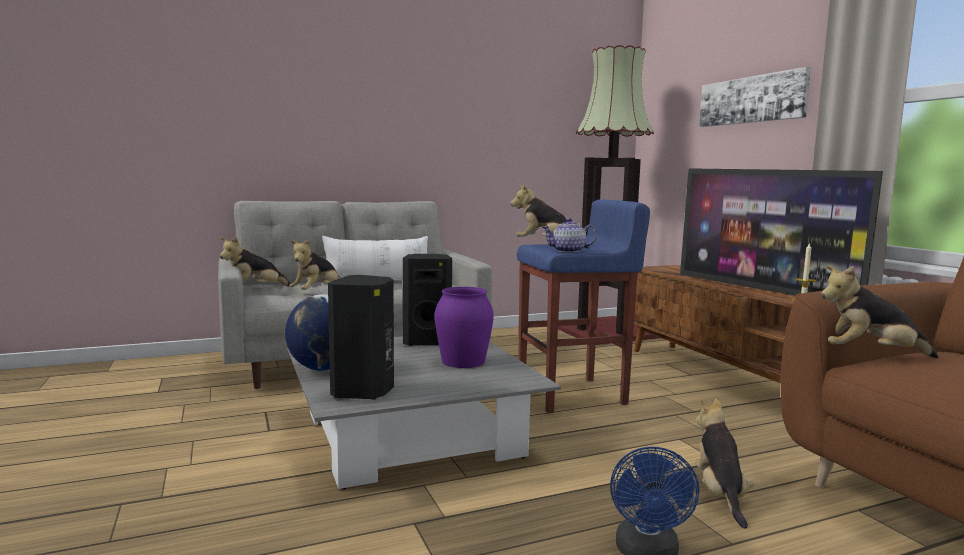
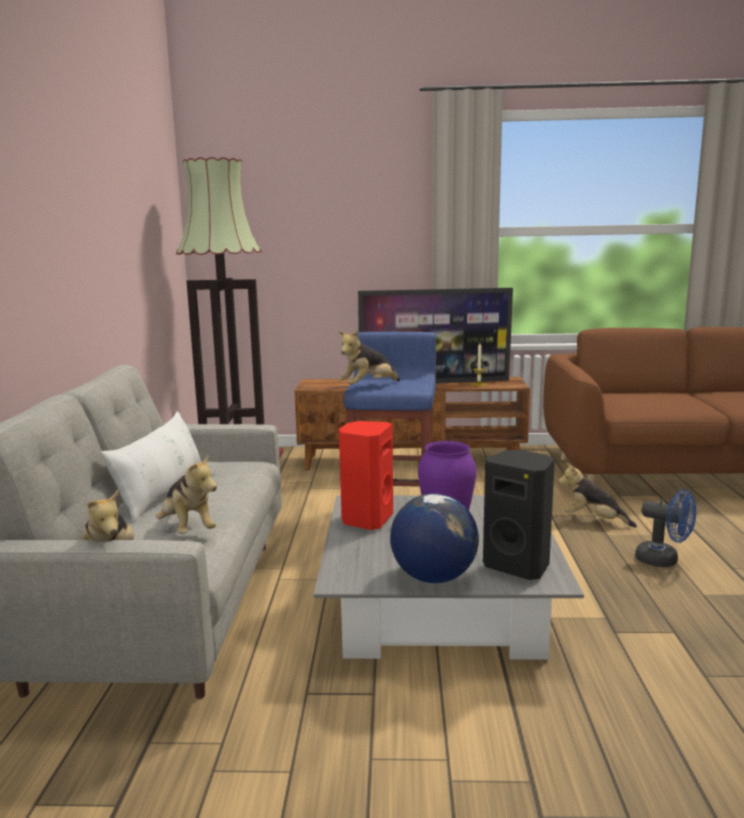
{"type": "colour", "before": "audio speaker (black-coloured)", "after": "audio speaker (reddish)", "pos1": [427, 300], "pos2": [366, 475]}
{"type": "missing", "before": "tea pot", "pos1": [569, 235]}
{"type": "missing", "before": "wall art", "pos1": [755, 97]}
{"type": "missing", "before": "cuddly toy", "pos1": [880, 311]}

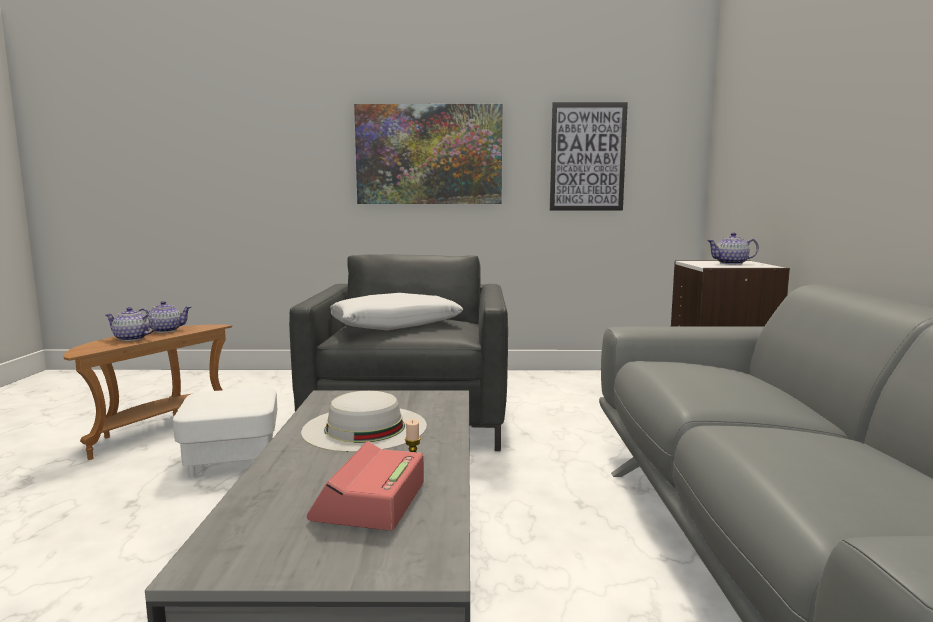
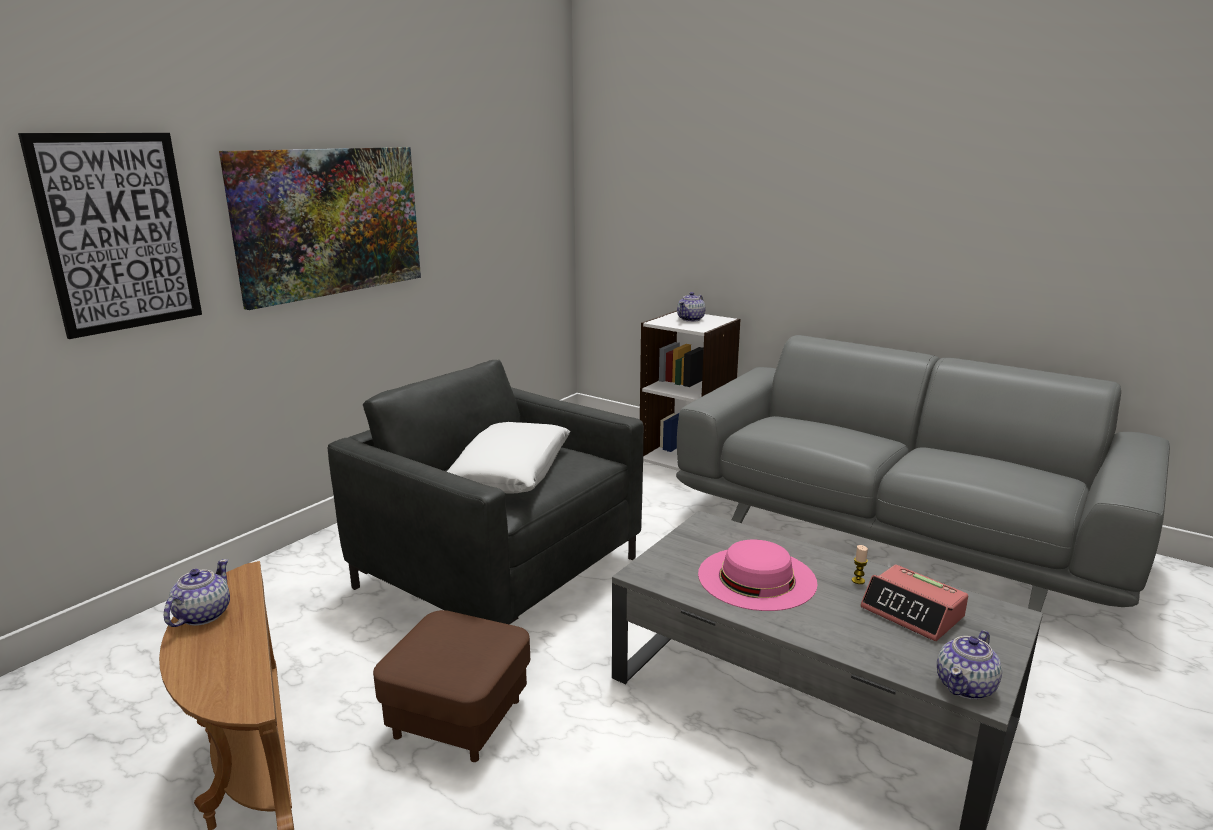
{"type": "relocated", "before": "tea pot", "pos1": [131, 324], "pos2": [969, 664]}
{"type": "colour", "before": "footrest (white)", "after": "footrest (brown)", "pos1": [225, 432], "pos2": [451, 686]}
{"type": "colour", "before": "wearable hat (white)", "after": "wearable hat (pink-coloured)", "pos1": [364, 421], "pos2": [758, 575]}
{"type": "relocated", "before": "wall art", "pos1": [589, 156], "pos2": [110, 236]}

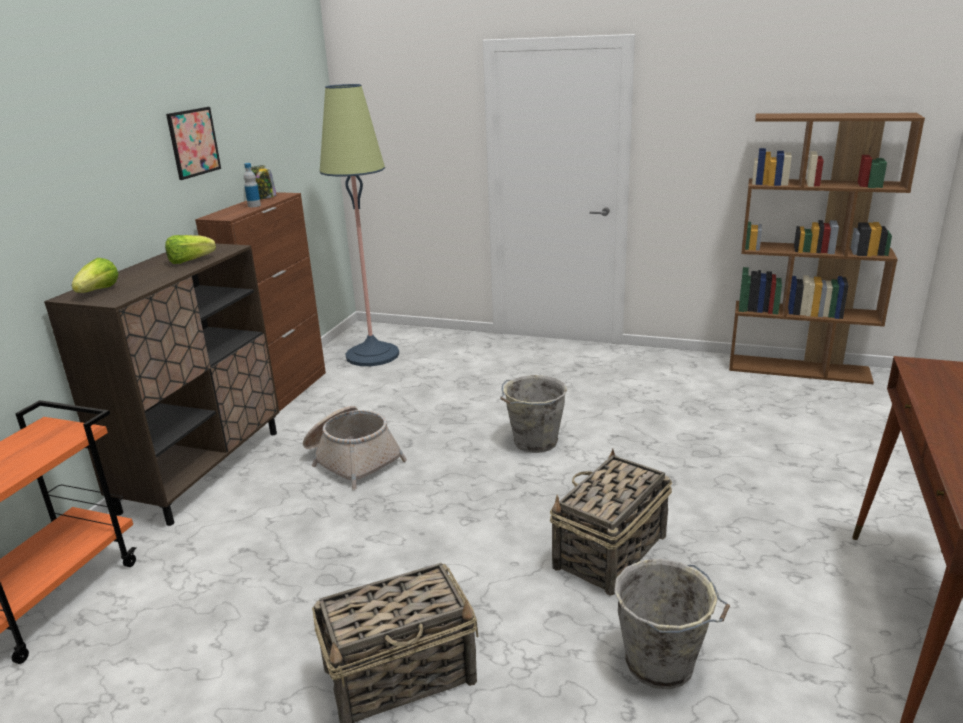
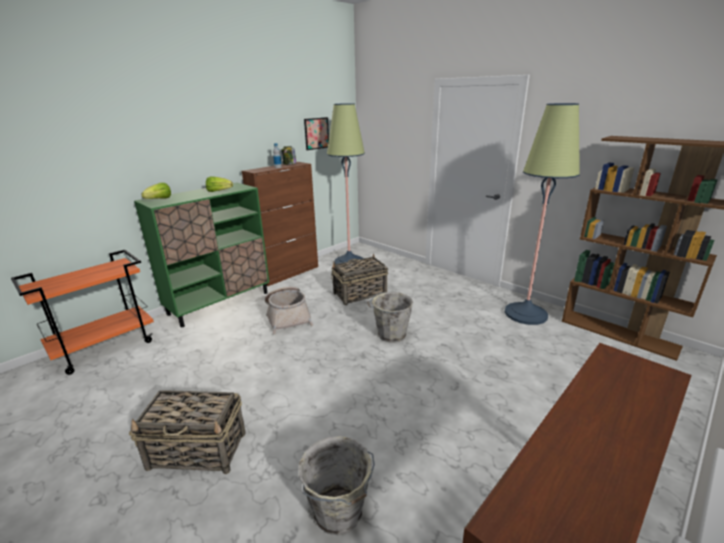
{"type": "colour", "before": "cupboard (brown)", "after": "cupboard (green)", "pos1": [161, 384], "pos2": [201, 255]}
{"type": "relocated", "before": "wall art", "pos1": [193, 143], "pos2": [316, 133]}
{"type": "relocated", "before": "basket", "pos1": [611, 522], "pos2": [359, 279]}
{"type": "appeared", "after": "floor lamp", "pos2": [542, 214]}

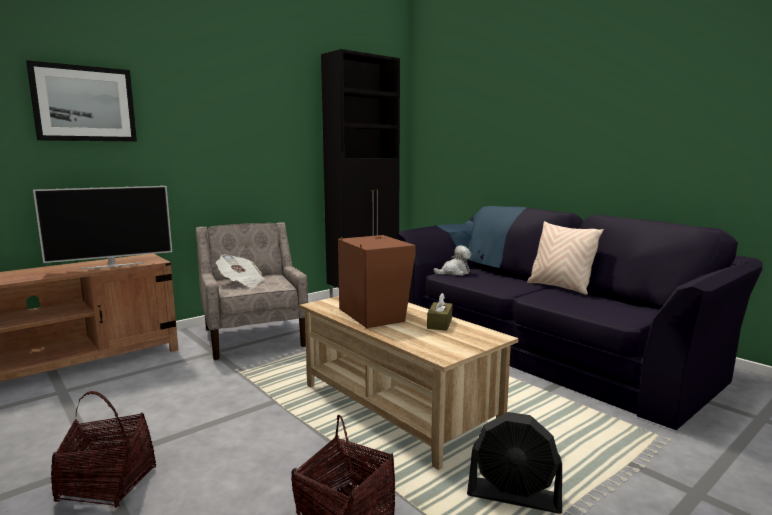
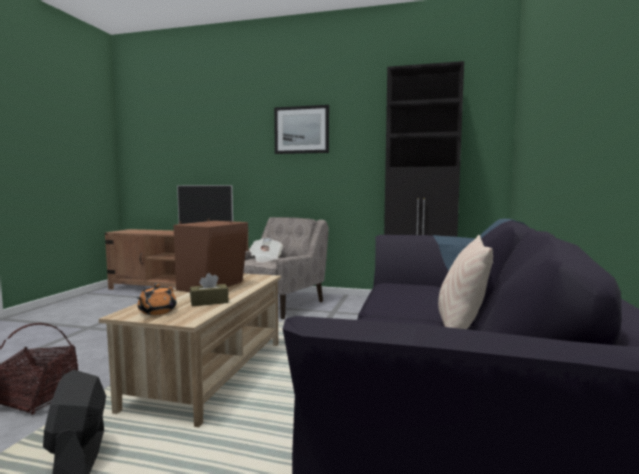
{"type": "relocated", "before": "wall art", "pos1": [81, 101], "pos2": [301, 129]}
{"type": "missing", "before": "basket", "pos1": [103, 449]}
{"type": "missing", "before": "cuddly toy", "pos1": [452, 260]}
{"type": "appeared", "after": "tea pot (orange-coloured)", "pos2": [157, 299]}

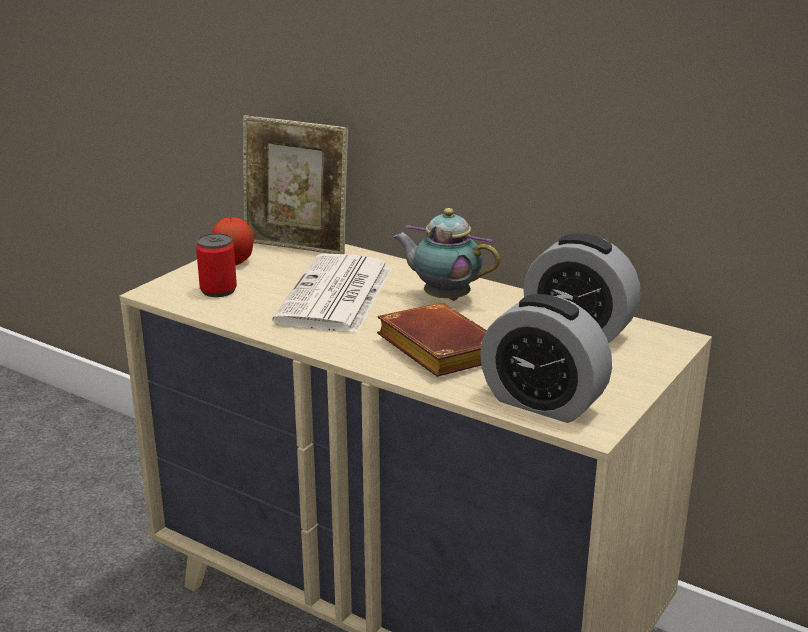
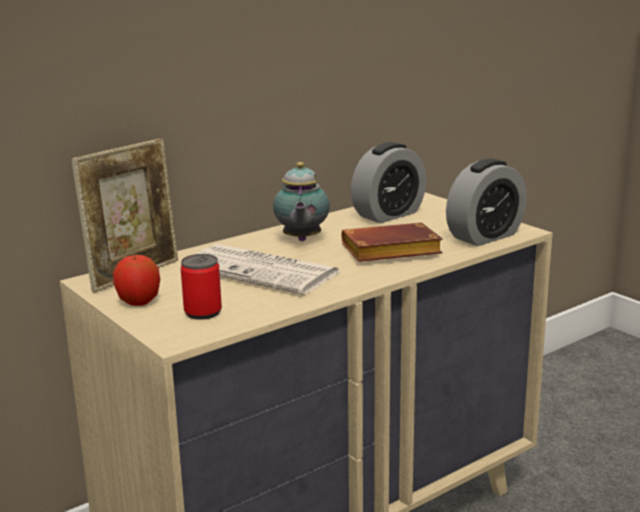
{"type": "spun", "before": "tea pot", "pos1": [447, 254], "pos2": [301, 201], "turn": -45}

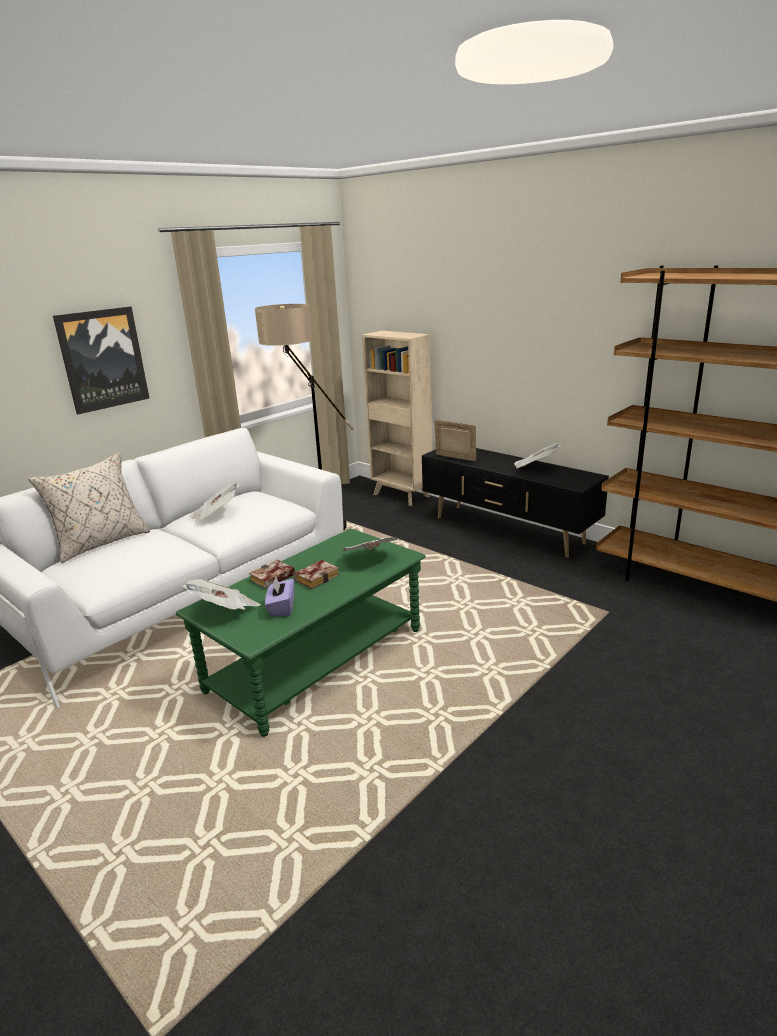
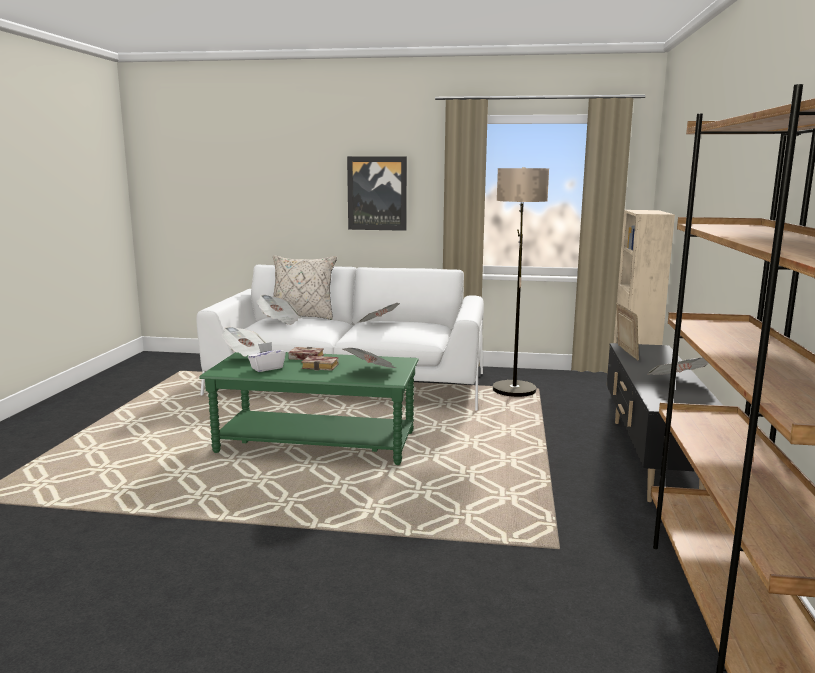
{"type": "colour", "before": "tissue holder (purple-coloured)", "after": "tissue holder (white)", "pos1": [280, 596], "pos2": [267, 357]}
{"type": "appeared", "after": "printed paper", "pos2": [279, 310]}

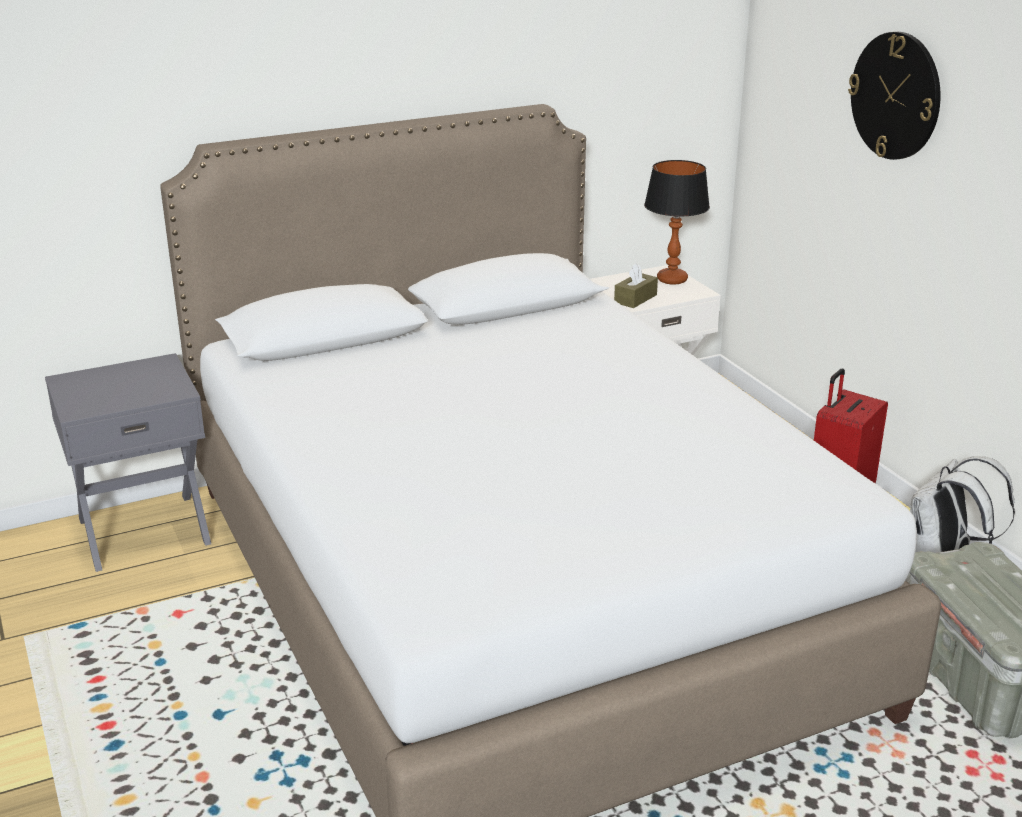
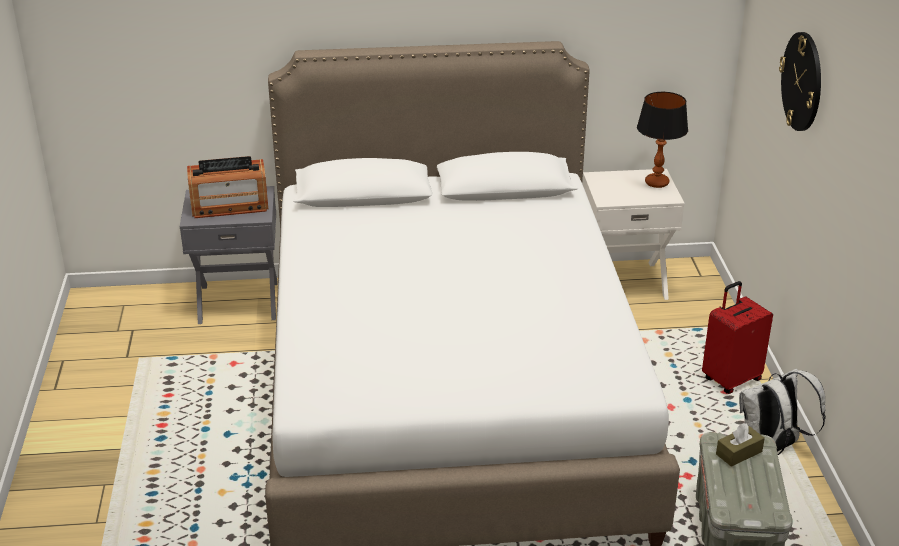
{"type": "relocated", "before": "tissue holder (brown)", "pos1": [636, 285], "pos2": [740, 445]}
{"type": "appeared", "after": "radio set", "pos2": [227, 187]}

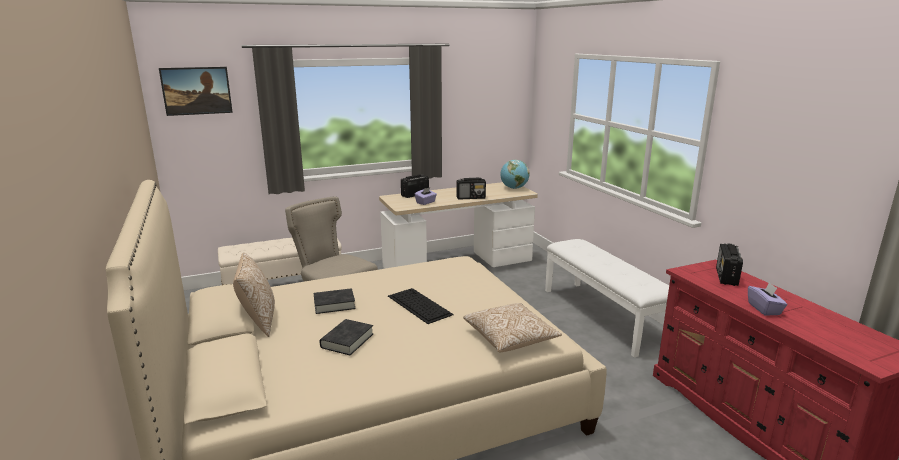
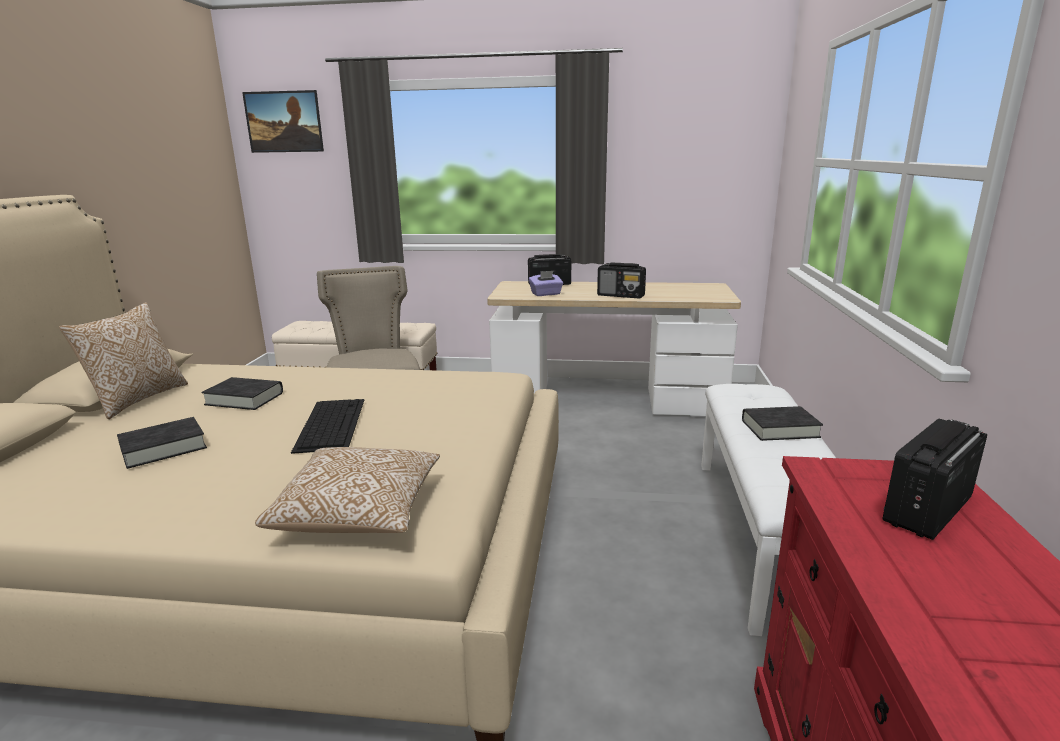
{"type": "missing", "before": "world globe", "pos1": [515, 174]}
{"type": "missing", "before": "tissue holder (purple-coloured)", "pos1": [767, 299]}
{"type": "appeared", "after": "bound book (black-coloured)", "pos2": [782, 423]}

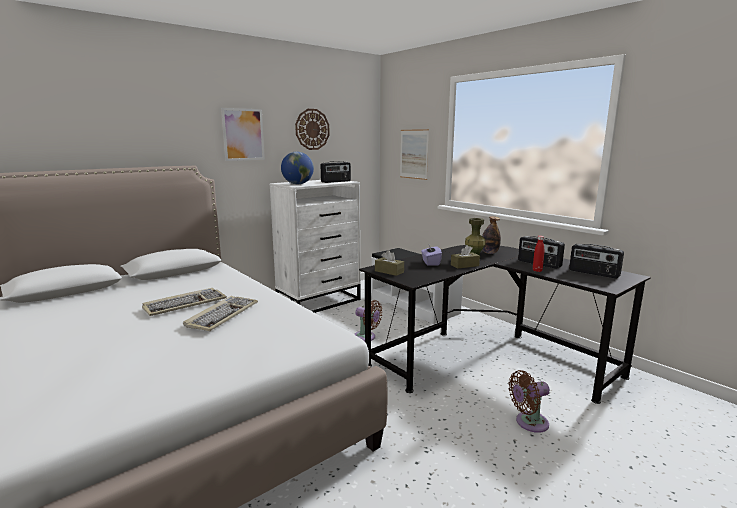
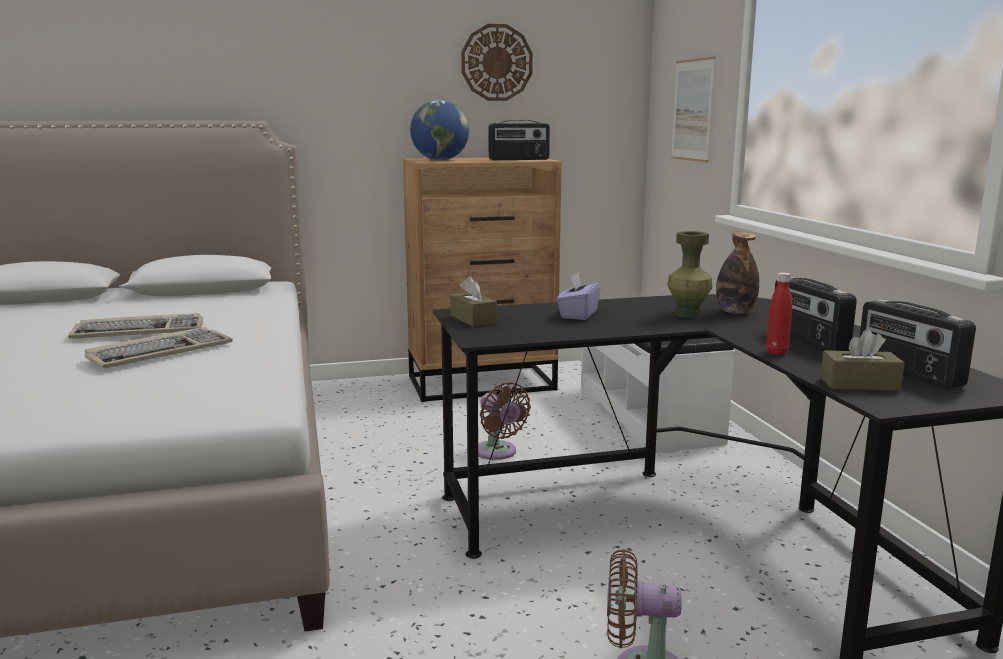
{"type": "missing", "before": "wall art", "pos1": [243, 134]}
{"type": "colour", "before": "dresser (white)", "after": "dresser (brown)", "pos1": [315, 246], "pos2": [482, 279]}
{"type": "relocated", "before": "tissue holder (brown)", "pos1": [465, 257], "pos2": [863, 360]}

